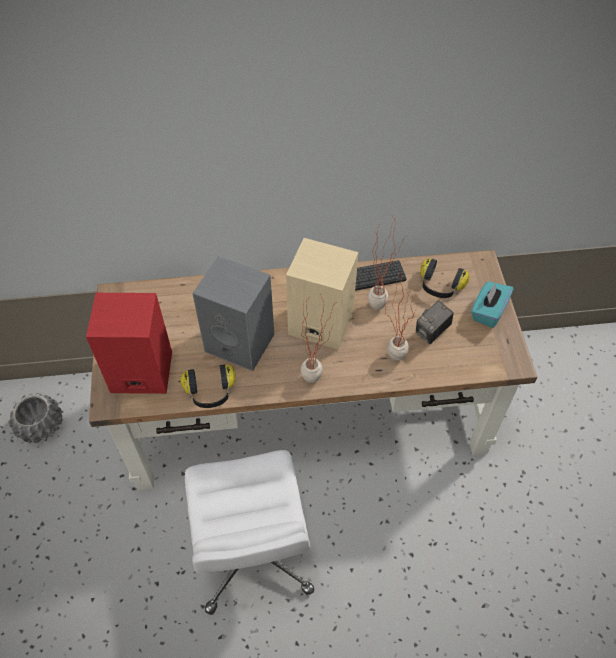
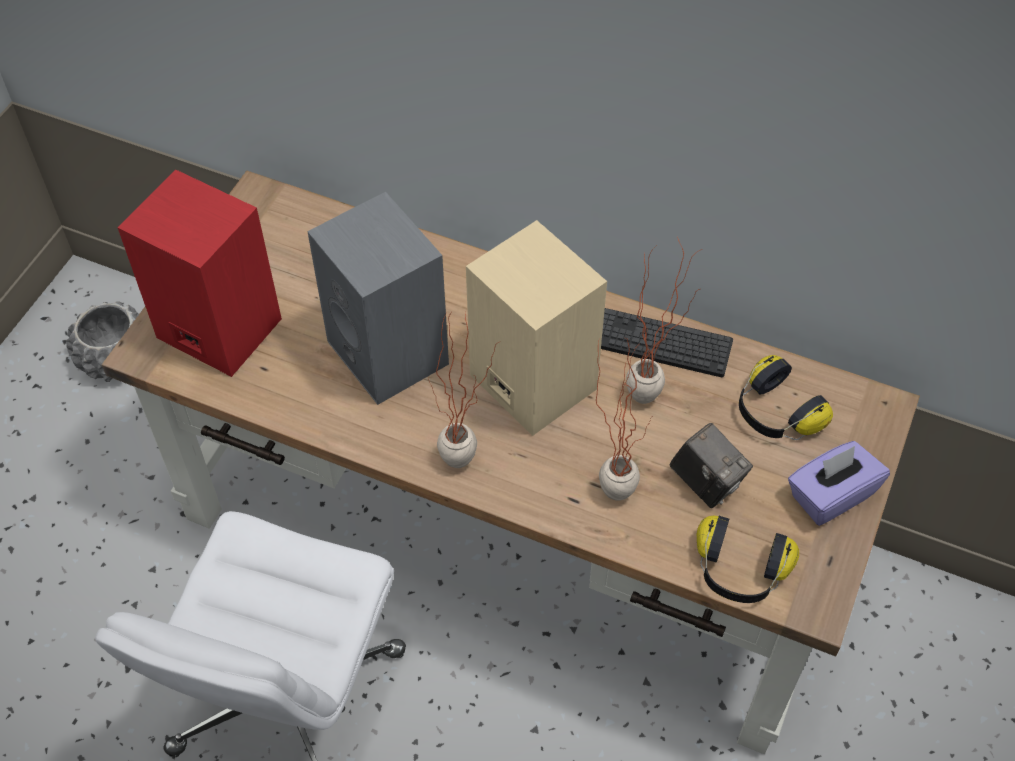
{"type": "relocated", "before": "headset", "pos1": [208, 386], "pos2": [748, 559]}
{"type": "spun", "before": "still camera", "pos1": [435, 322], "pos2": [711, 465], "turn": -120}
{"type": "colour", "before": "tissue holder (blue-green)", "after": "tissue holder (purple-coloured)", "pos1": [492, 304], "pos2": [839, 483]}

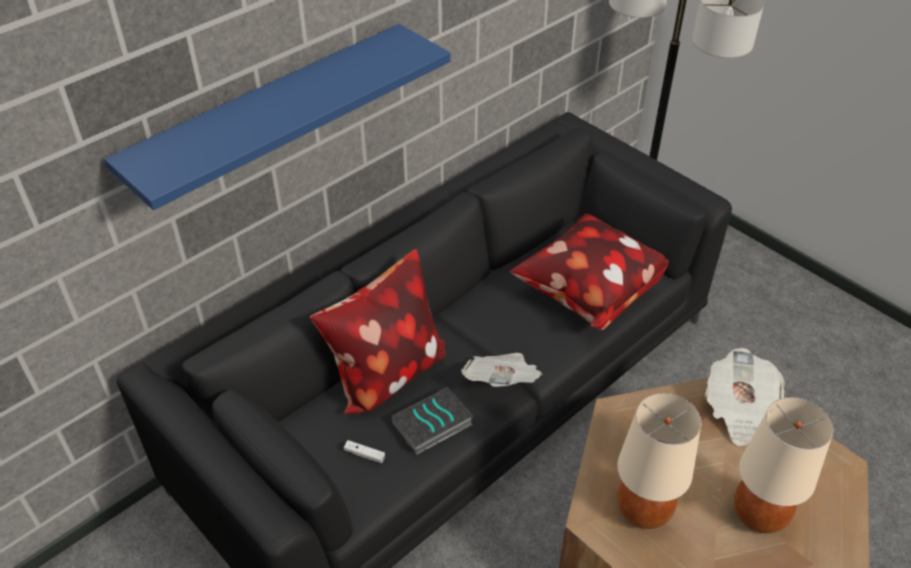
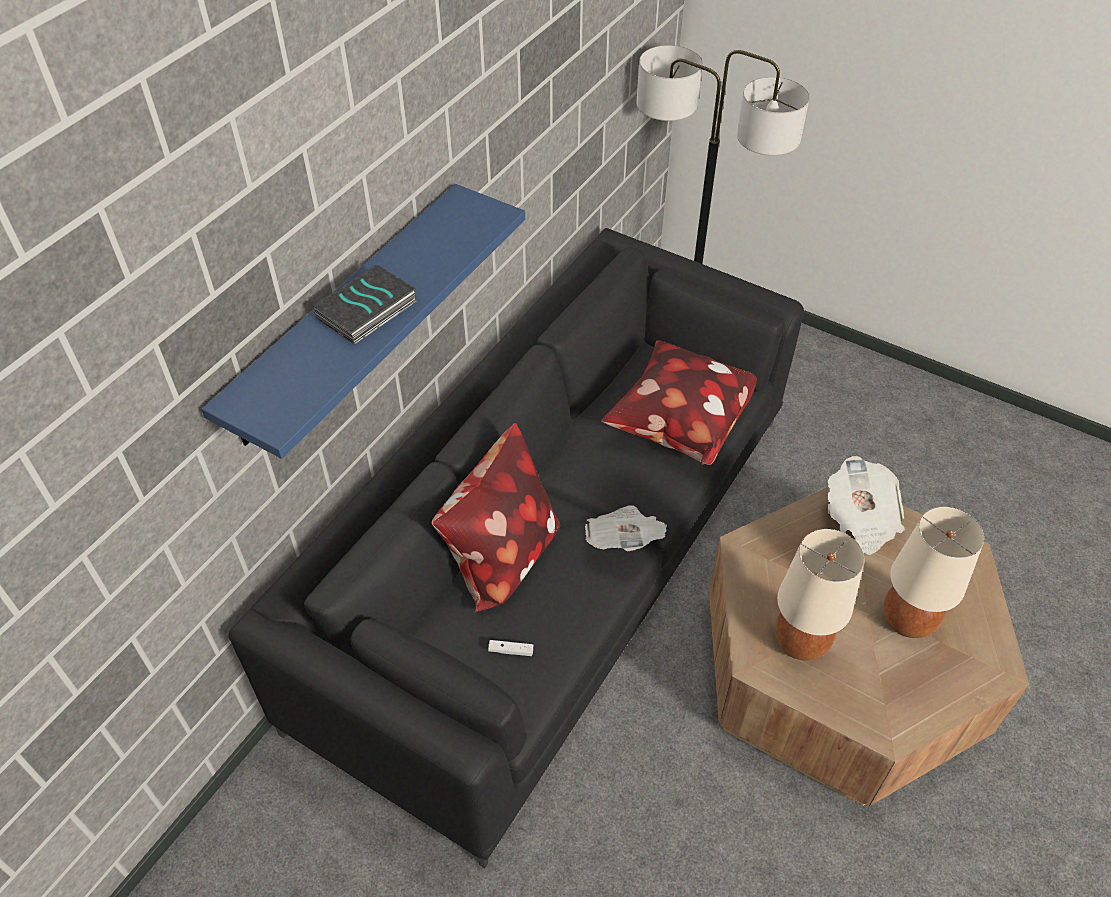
{"type": "relocated", "before": "bound book", "pos1": [433, 421], "pos2": [365, 304]}

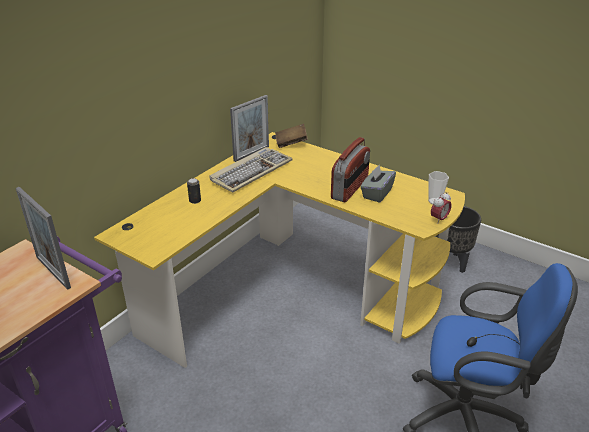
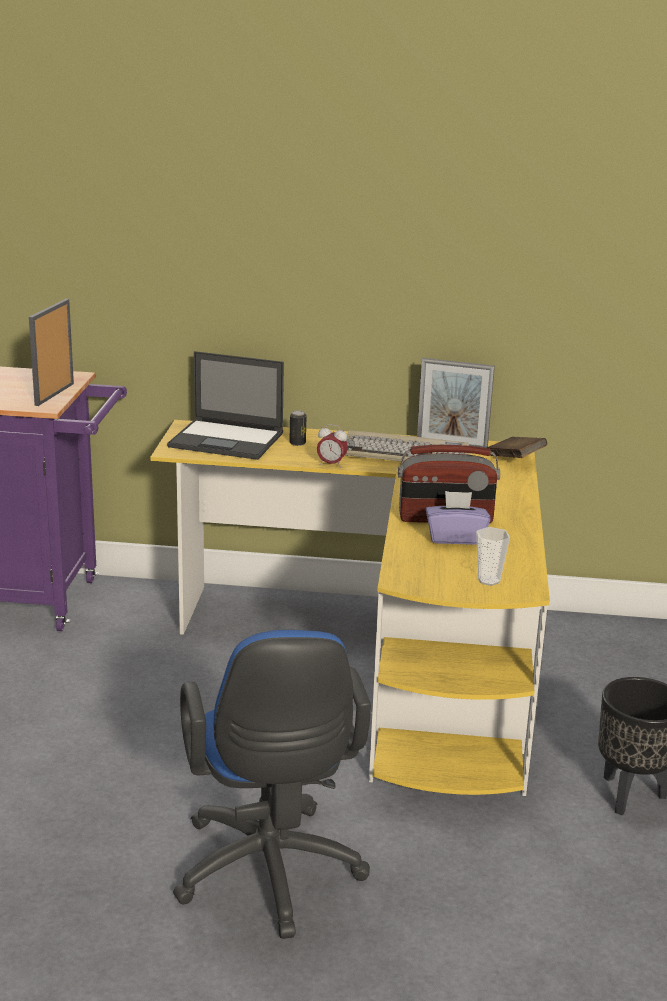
{"type": "colour", "before": "tissue holder (grey)", "after": "tissue holder (purple-coloured)", "pos1": [378, 183], "pos2": [458, 518]}
{"type": "relocated", "before": "table clock", "pos1": [441, 208], "pos2": [332, 446]}
{"type": "appeared", "after": "portable computer", "pos2": [225, 405]}

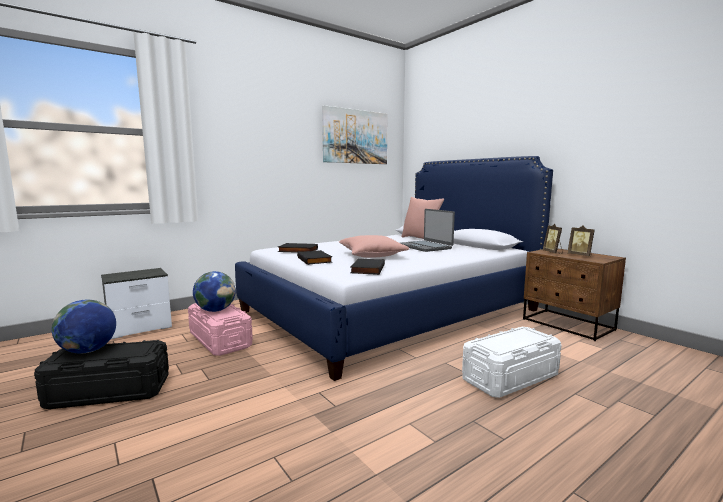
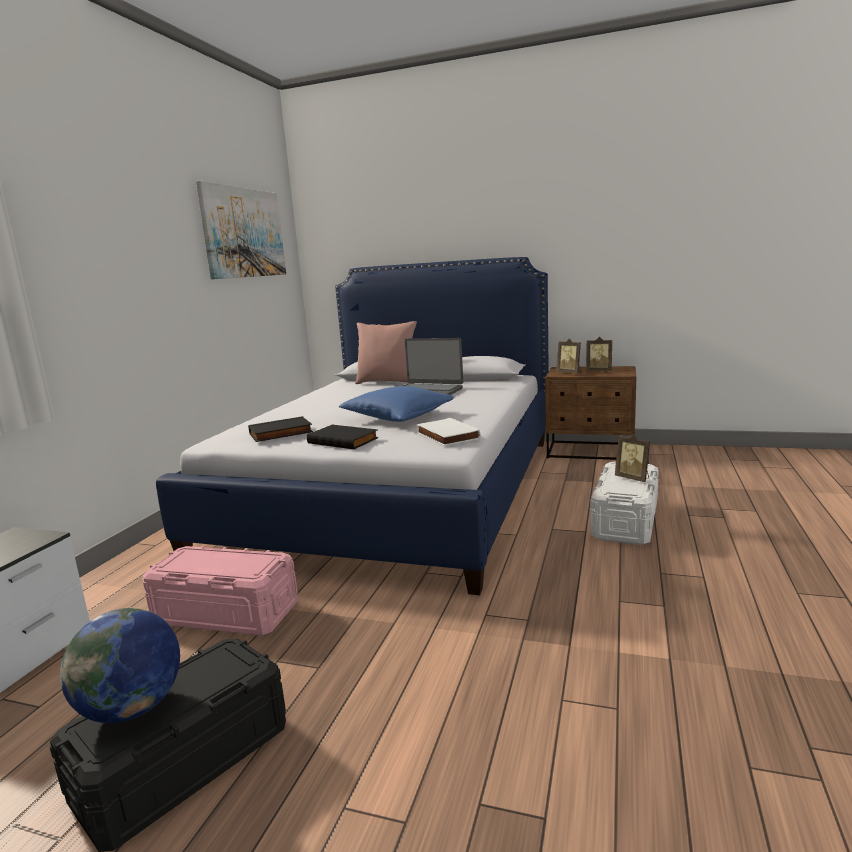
{"type": "missing", "before": "world globe", "pos1": [214, 291]}
{"type": "colour", "before": "cushion (pink-coloured)", "after": "cushion (blue)", "pos1": [374, 246], "pos2": [396, 404]}
{"type": "colour", "before": "bound book (black-coloured)", "after": "bound book (white)", "pos1": [367, 266], "pos2": [449, 432]}
{"type": "appeared", "after": "standing frame", "pos2": [632, 458]}

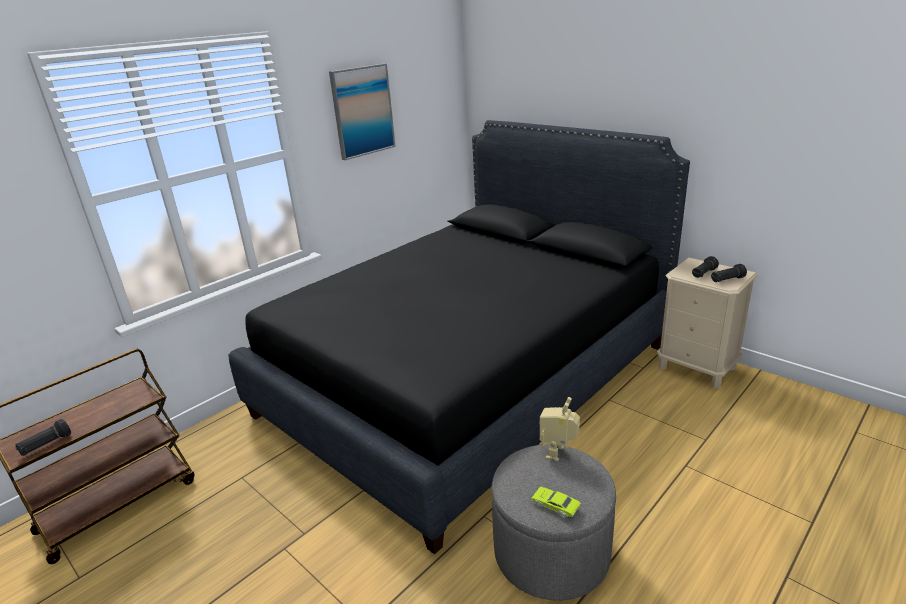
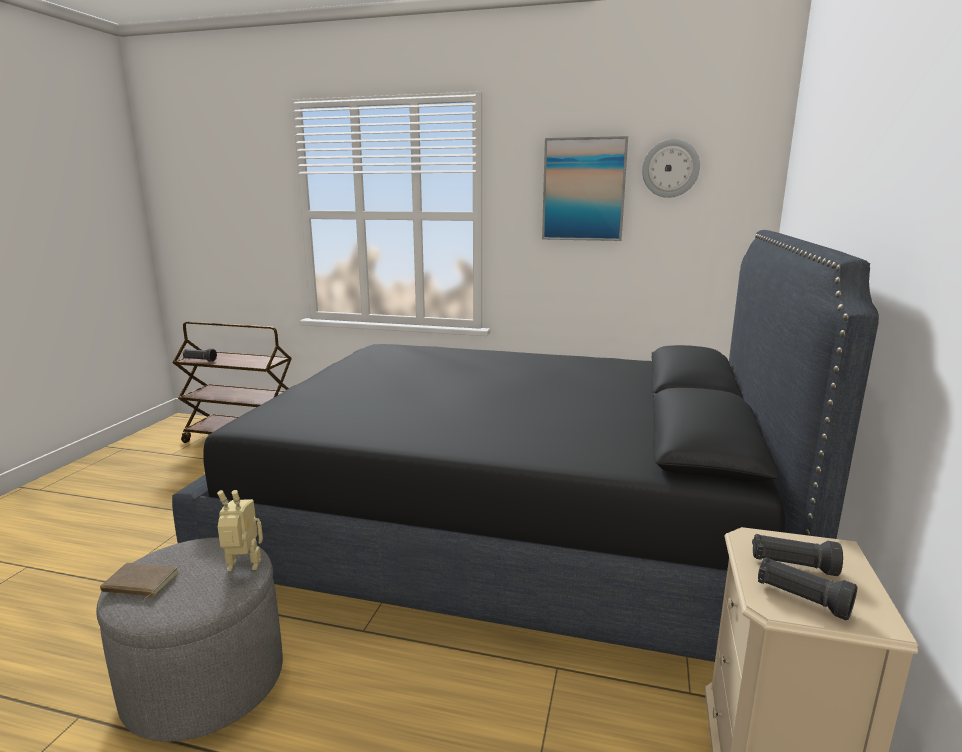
{"type": "exchanged", "before": "model car (green)", "after": "bound book (brown)", "pos1": [556, 502], "pos2": [139, 582]}
{"type": "appeared", "after": "wall clock", "pos2": [671, 168]}

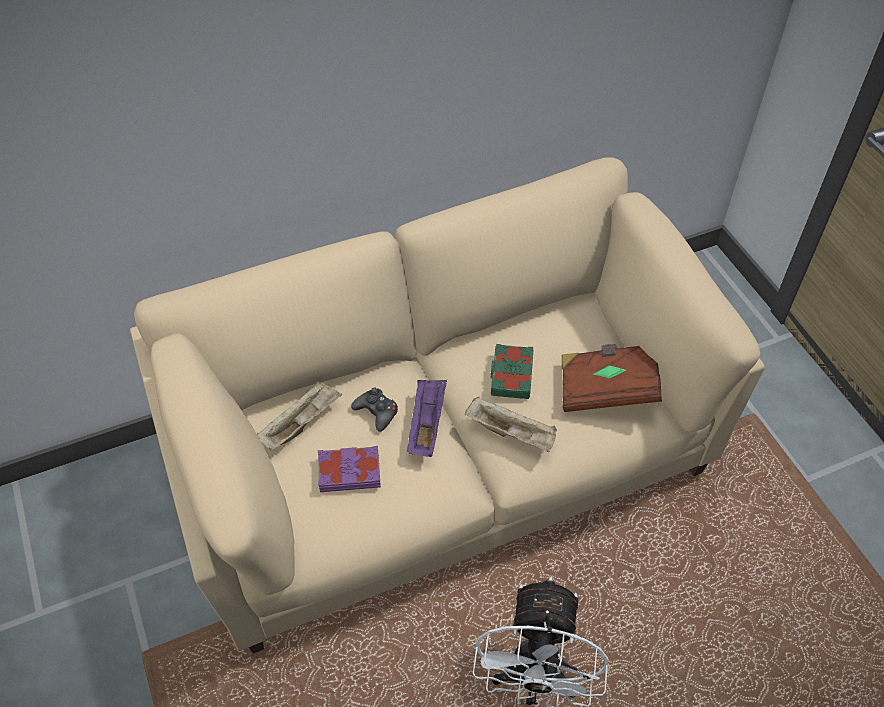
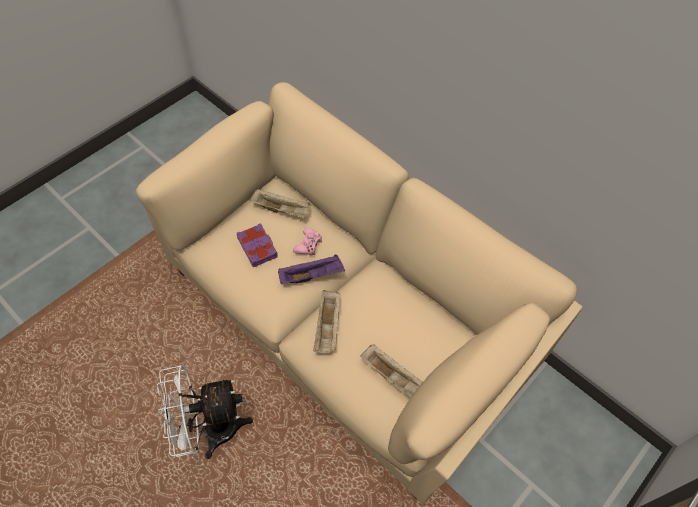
{"type": "colour", "before": "game controller (black-coloured)", "after": "game controller (pink-coloured)", "pos1": [374, 410], "pos2": [307, 242]}
{"type": "missing", "before": "bound book (green)", "pos1": [512, 371]}
{"type": "exchanged", "before": "bound book (brown)", "after": "carrying tray (sand-coloured)", "pos1": [612, 378], "pos2": [391, 371]}

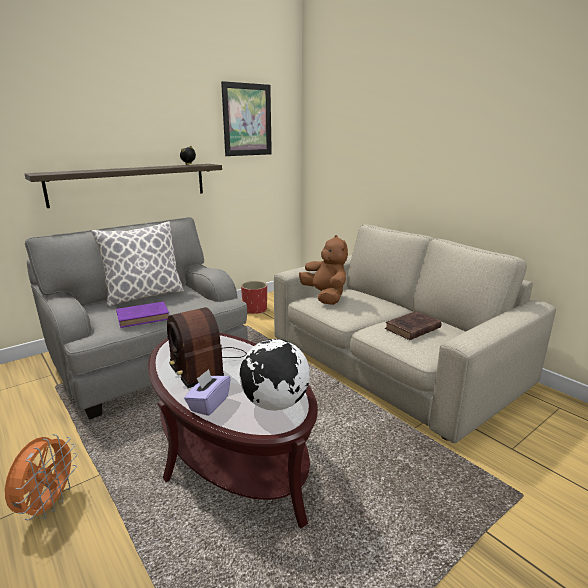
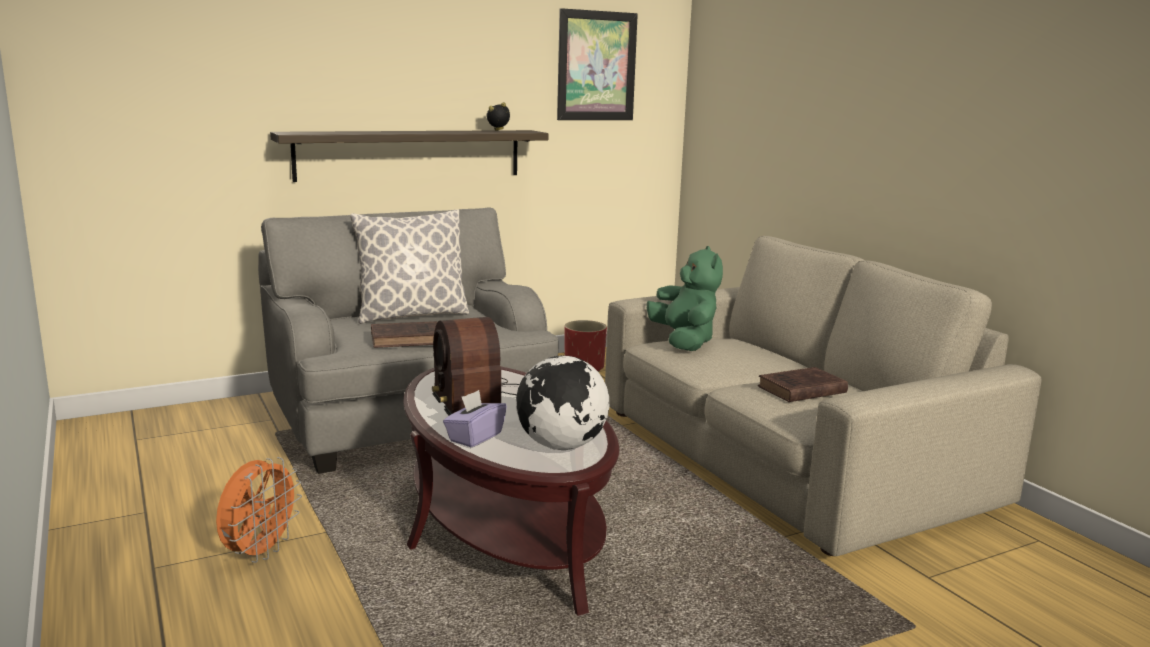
{"type": "colour", "before": "bound book (purple-coloured)", "after": "bound book (brown)", "pos1": [142, 315], "pos2": [404, 334]}
{"type": "colour", "before": "cuddly toy (brown)", "after": "cuddly toy (green)", "pos1": [323, 270], "pos2": [685, 298]}

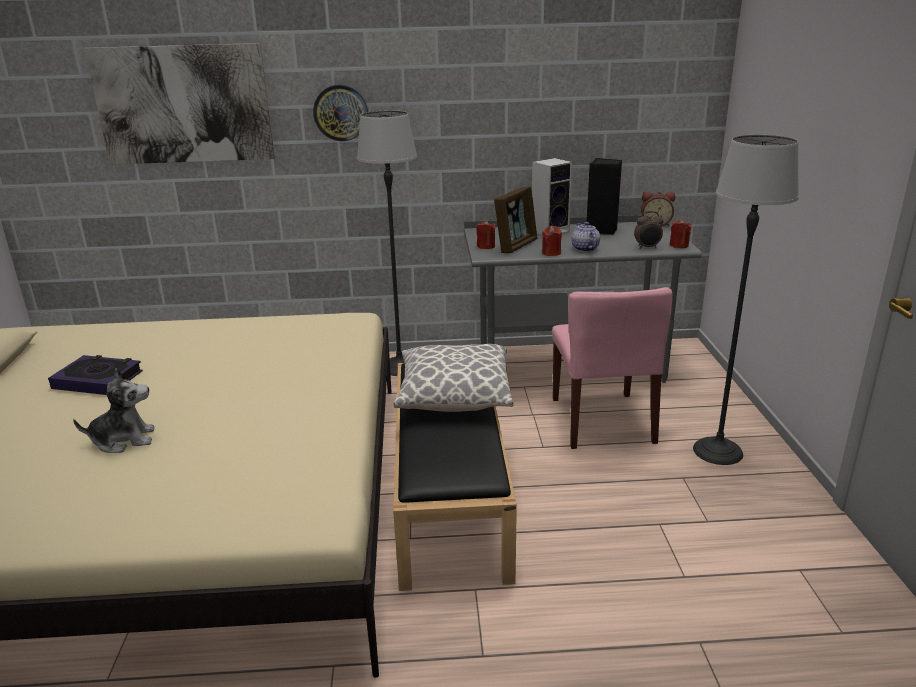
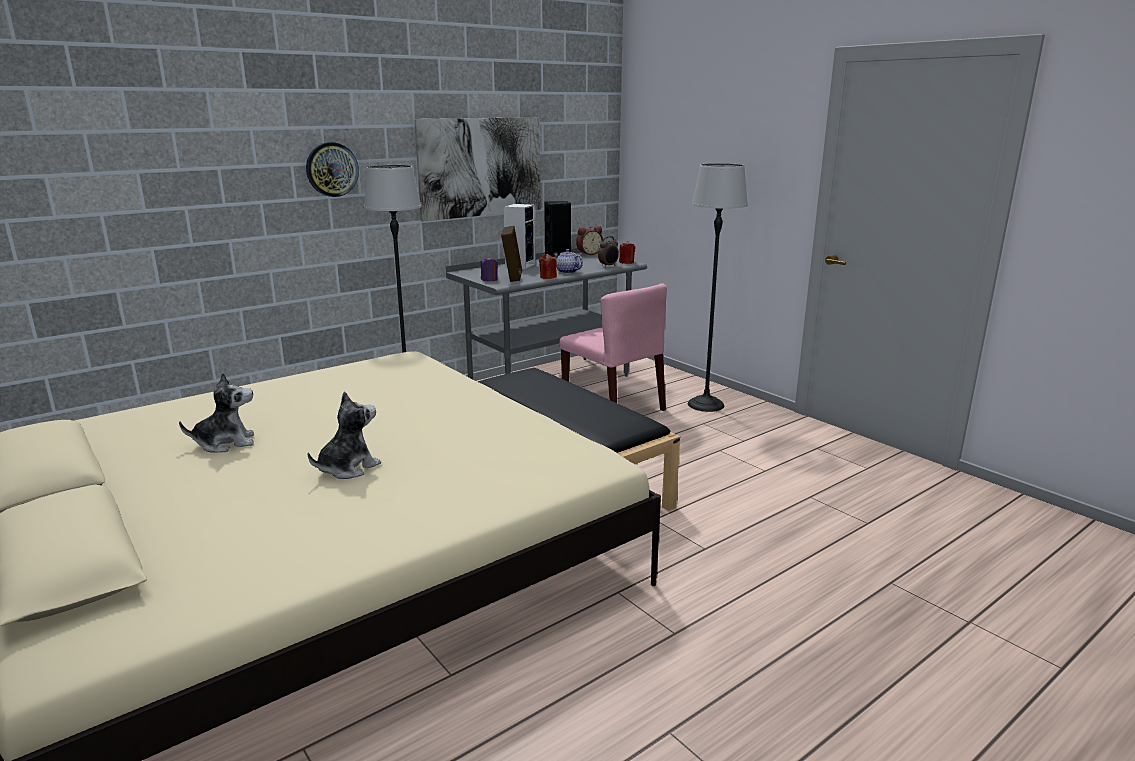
{"type": "exchanged", "before": "bound book", "after": "cuddly toy", "pos1": [95, 375], "pos2": [216, 412]}
{"type": "relocated", "before": "wall art", "pos1": [179, 103], "pos2": [477, 169]}
{"type": "missing", "before": "cushion", "pos1": [453, 378]}
{"type": "colour", "before": "candle (reddish)", "after": "candle (purple-coloured)", "pos1": [485, 234], "pos2": [489, 269]}

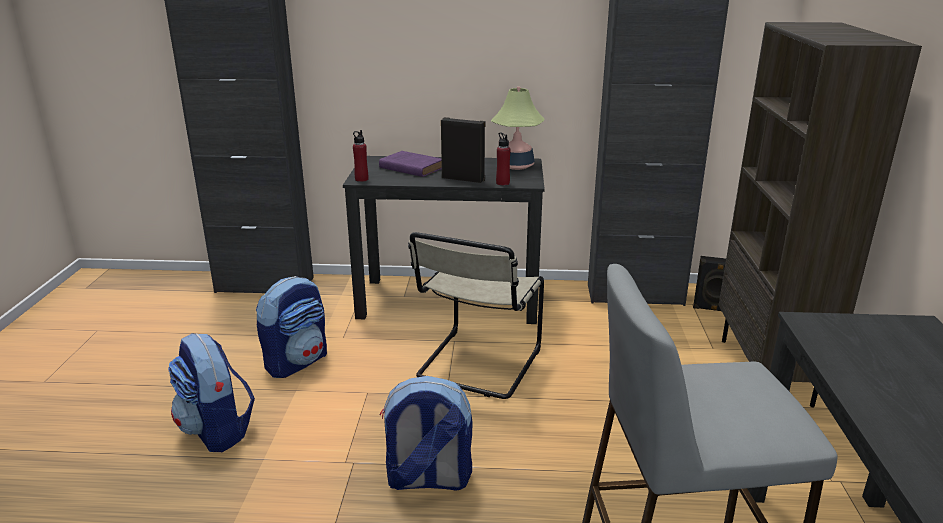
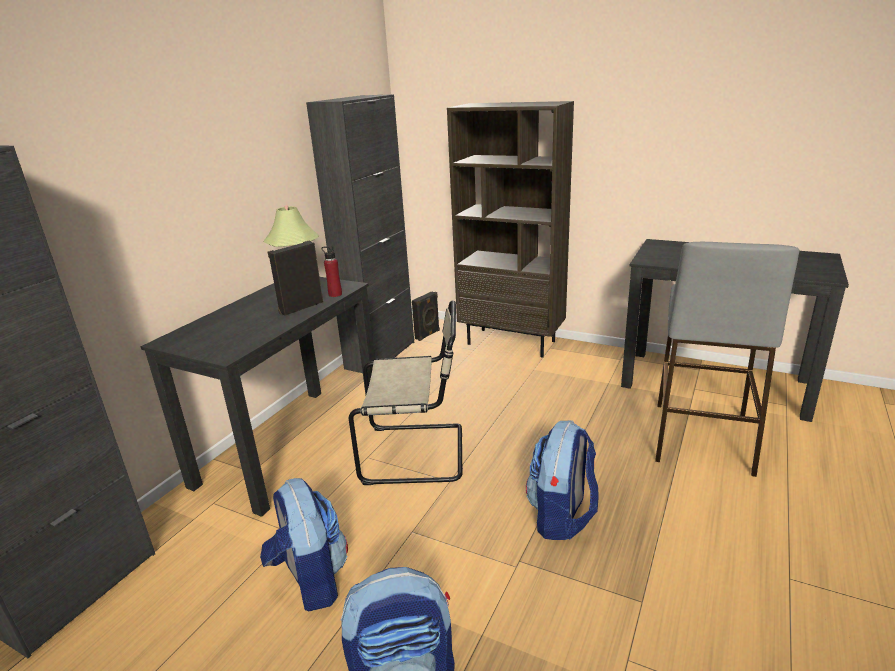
{"type": "missing", "before": "drink bottle (reddish)", "pos1": [361, 156]}
{"type": "missing", "before": "bound book (purple-coloured)", "pos1": [410, 164]}
{"type": "spun", "before": "upright chair (sand-coloured)", "pos1": [476, 315], "pos2": [406, 392], "turn": -45}

